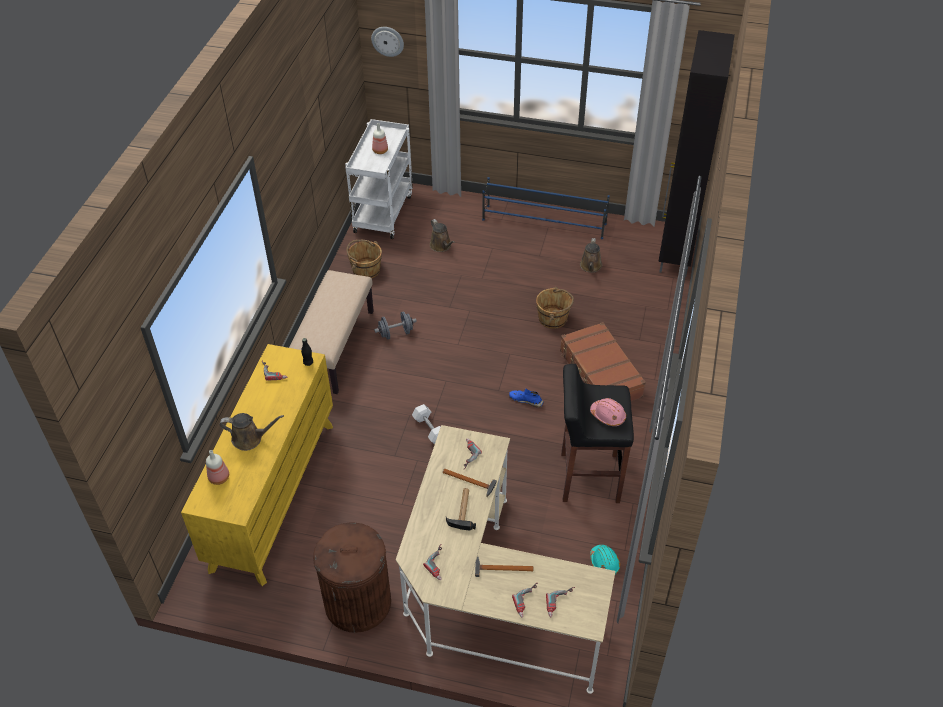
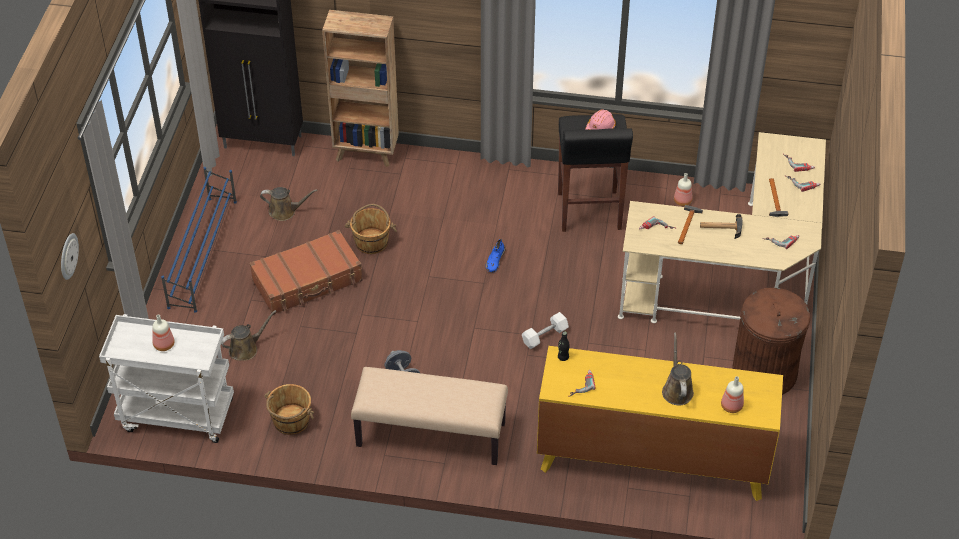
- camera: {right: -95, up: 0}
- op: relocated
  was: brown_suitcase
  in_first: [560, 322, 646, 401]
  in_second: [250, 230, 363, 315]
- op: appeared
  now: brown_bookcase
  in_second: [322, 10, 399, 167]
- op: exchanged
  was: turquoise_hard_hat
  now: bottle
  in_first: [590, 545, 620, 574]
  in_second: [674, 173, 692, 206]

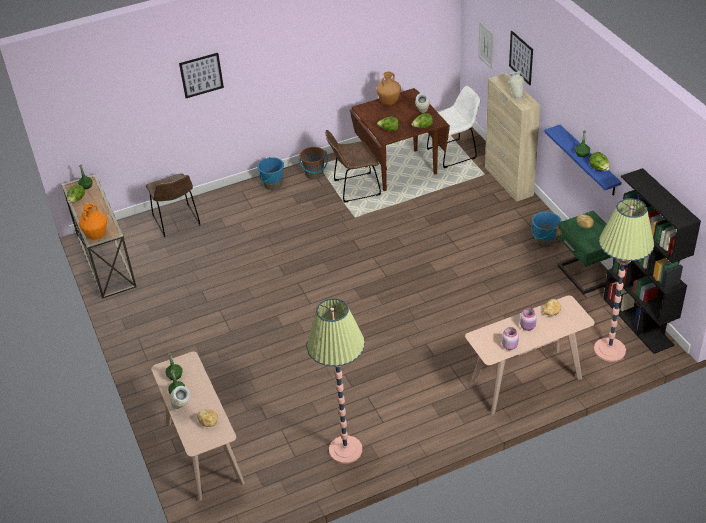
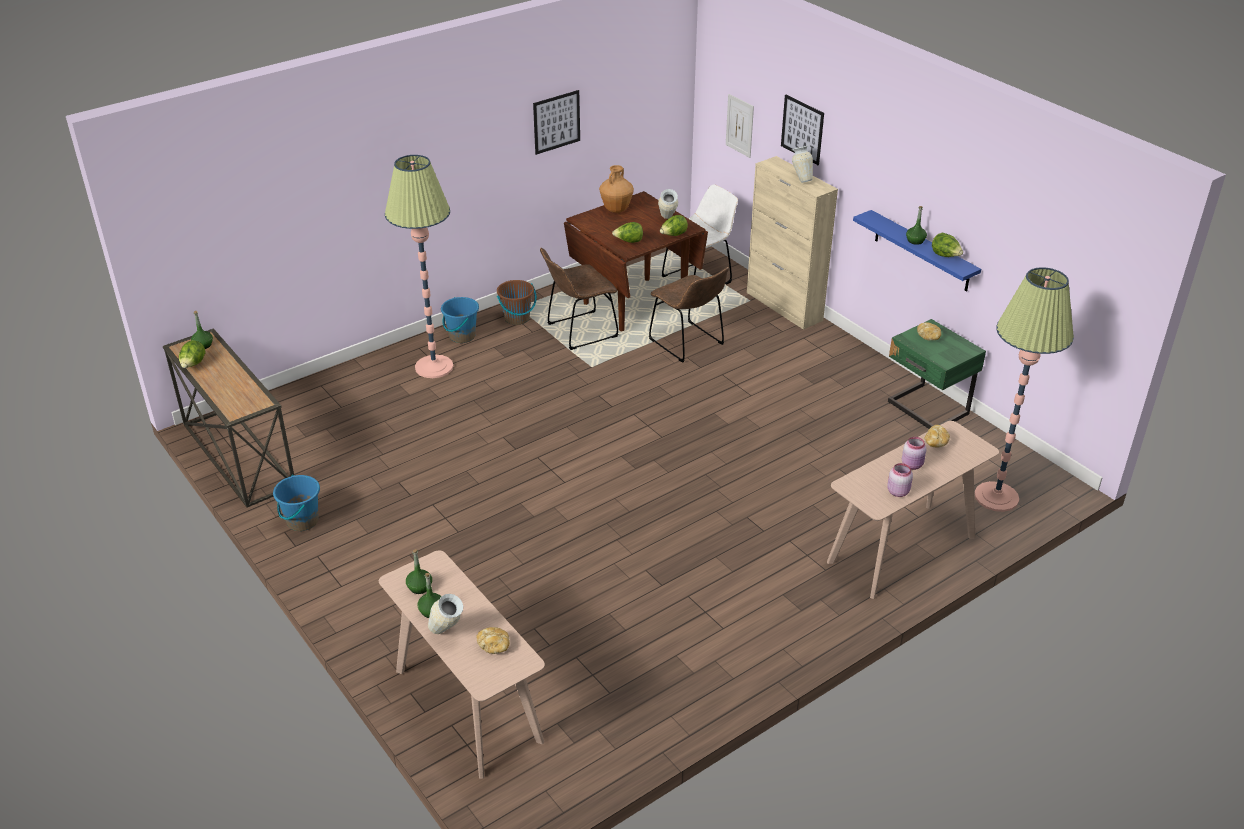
- camera: {right: -15, up: -5}
- op: relocated
  was: blue_bucket
  in_first: [531, 211, 562, 247]
  in_second: [273, 475, 320, 531]
- op: relocated
  was: floor_lamp
  in_first: [307, 298, 365, 464]
  in_second: [385, 155, 453, 378]
- op: relocated
  was: picture
  in_first: [179, 53, 224, 98]
  in_second: [533, 90, 580, 155]
- op: relocated
  was: brown_chair
  in_first: [146, 173, 201, 237]
  in_second: [649, 267, 729, 363]
- op: missing
  was: orange_vase
  in_first: [79, 204, 107, 240]
- op: missing
  was: black_bookcase
  in_first: [603, 168, 701, 354]

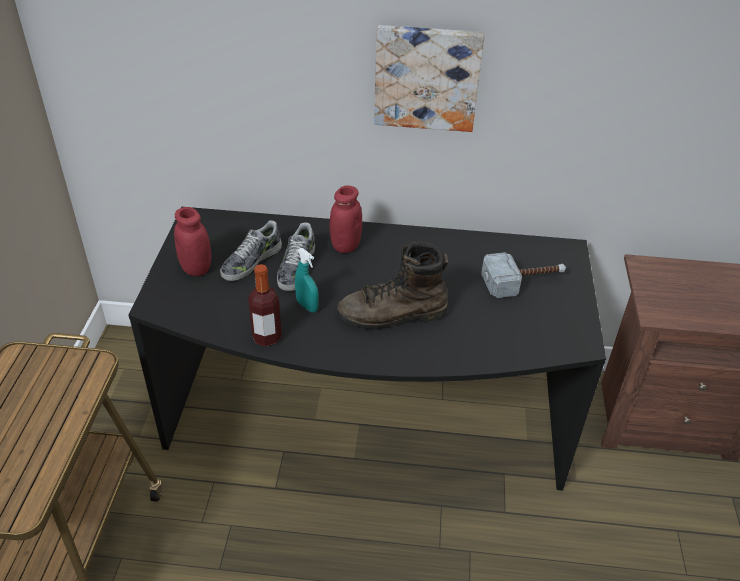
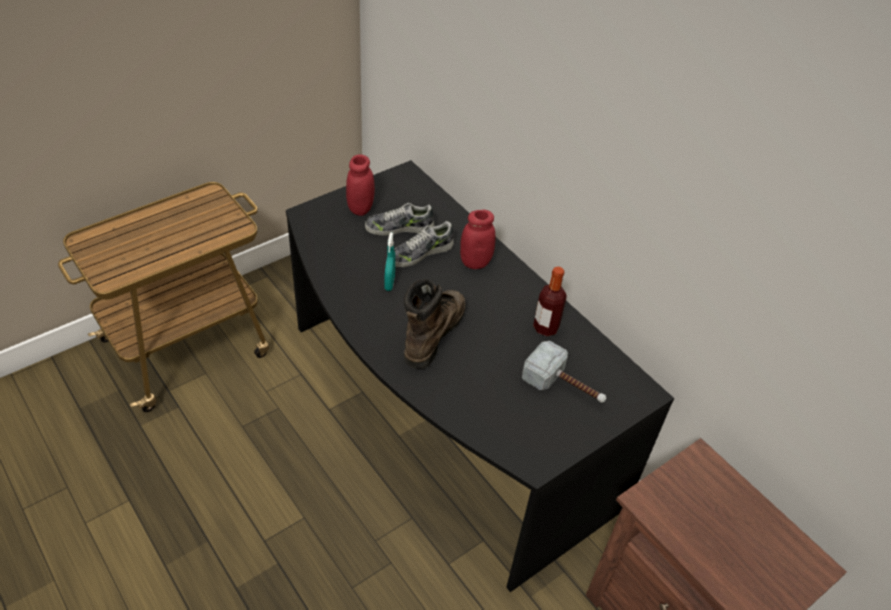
- camera: {right: 45, up: 5}
- op: spun
  was: brown_boot
  in_first: [336, 242, 448, 330]
  in_second: [404, 279, 466, 369]
  clockwise: 75
- op: relocated
  was: bottle
  in_first: [248, 264, 282, 346]
  in_second: [533, 266, 567, 336]
- op: missing
  was: picture
  in_first: [374, 25, 484, 132]

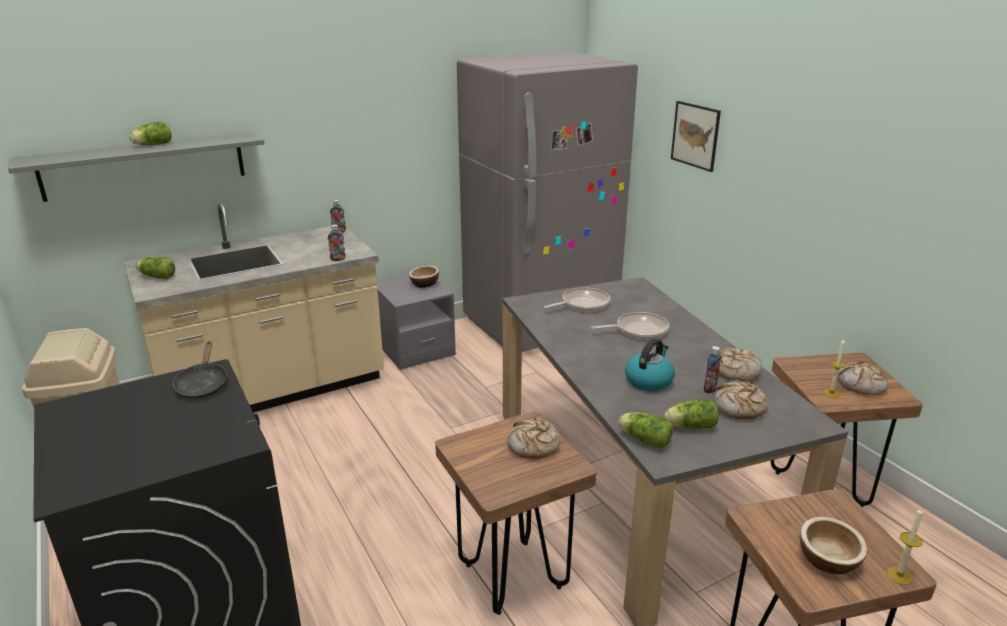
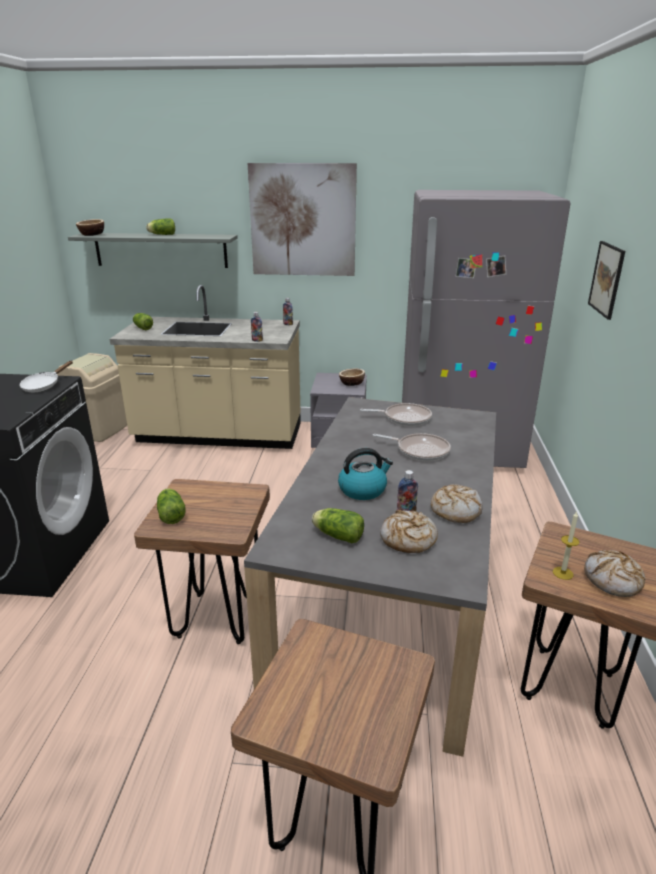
- camera: {right: 35, up: 0}
- op: colour
  was: black_frying_pan
  now: white_frying_pan
  in_first: [172, 341, 228, 399]
  in_second: [19, 361, 73, 392]
- op: relocated
  was: bowl
  in_first: [800, 517, 867, 574]
  in_second: [76, 219, 104, 236]
- op: relocated
  was: lettuce
  in_first: [619, 412, 673, 449]
  in_second: [157, 489, 186, 524]
- op: appeared
  now: picture
  in_second: [248, 163, 357, 276]
- op: missing
  was: bread
  in_first: [507, 417, 560, 459]
- op: missing
  was: candle
  in_first: [887, 507, 923, 585]

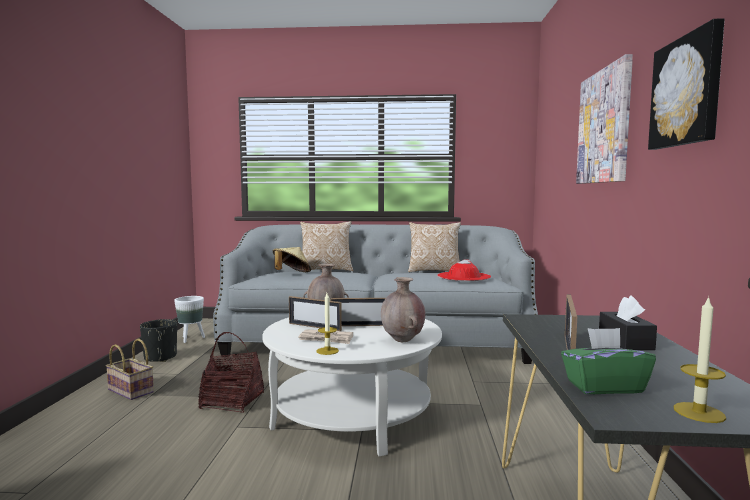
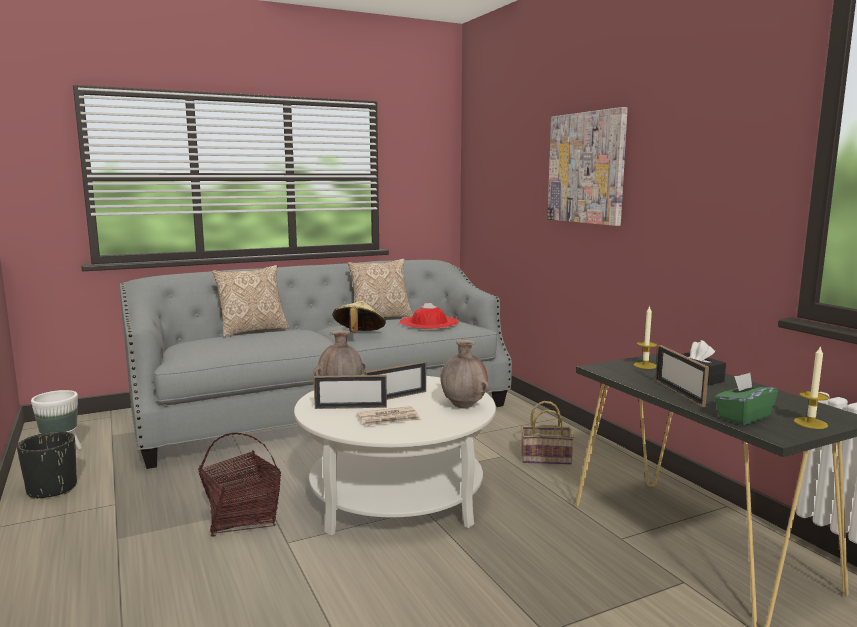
- camera: {right: -30, up: 5}
- op: relocated
  was: beige_hat
  in_first: [273, 247, 311, 272]
  in_second: [333, 300, 386, 333]
- op: relocated
  was: basket
  in_first: [106, 338, 154, 400]
  in_second: [521, 401, 574, 465]
- op: relocated
  was: candle
  in_first: [317, 293, 339, 355]
  in_second: [633, 305, 657, 369]
- op: missing
  was: picture
  in_first: [648, 18, 725, 150]

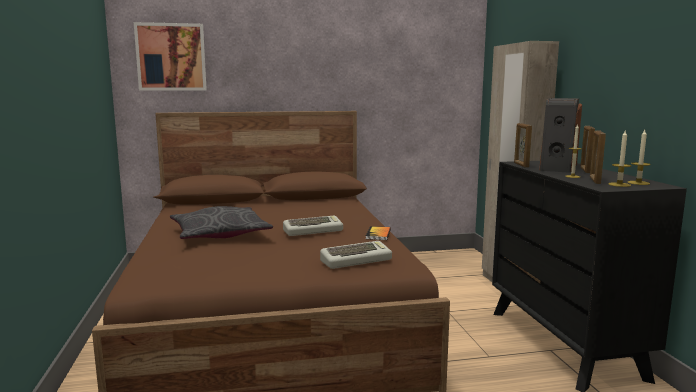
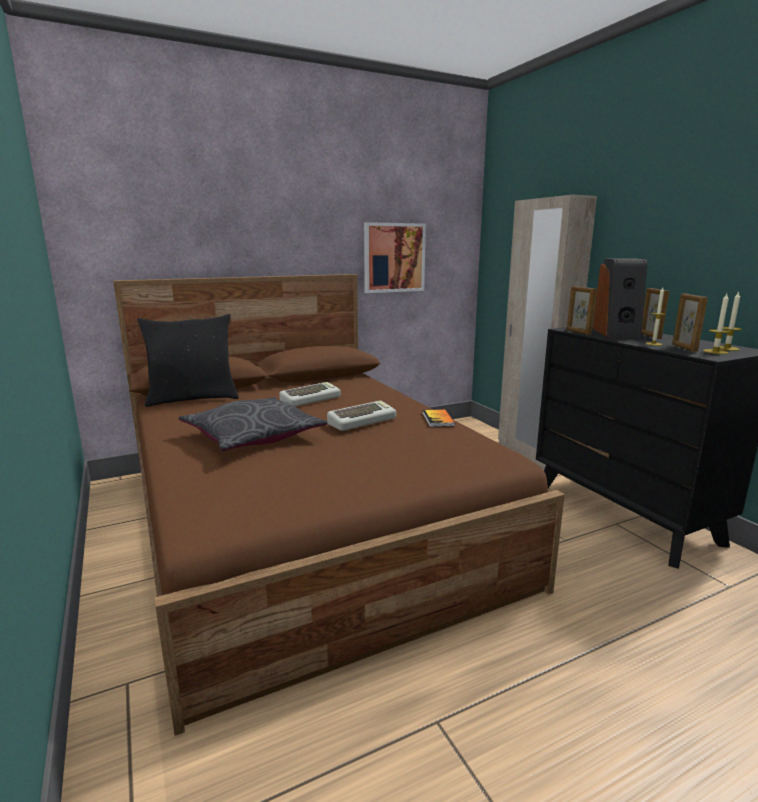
- camera: {right: -15, up: 5}
- op: appeared
  now: black_pillow
  in_second: [137, 314, 239, 407]
- op: relocated
  was: keyboard
  in_first: [320, 241, 392, 269]
  in_second: [279, 382, 341, 407]
- op: relocated
  was: picture
  in_first: [134, 22, 207, 91]
  in_second: [364, 222, 426, 293]

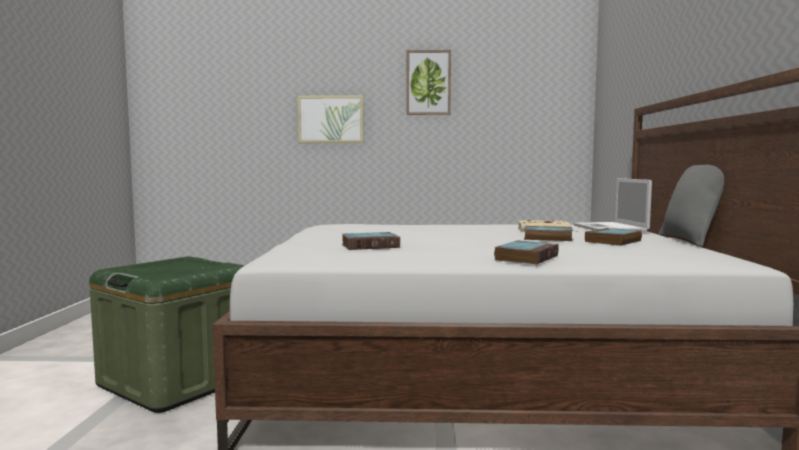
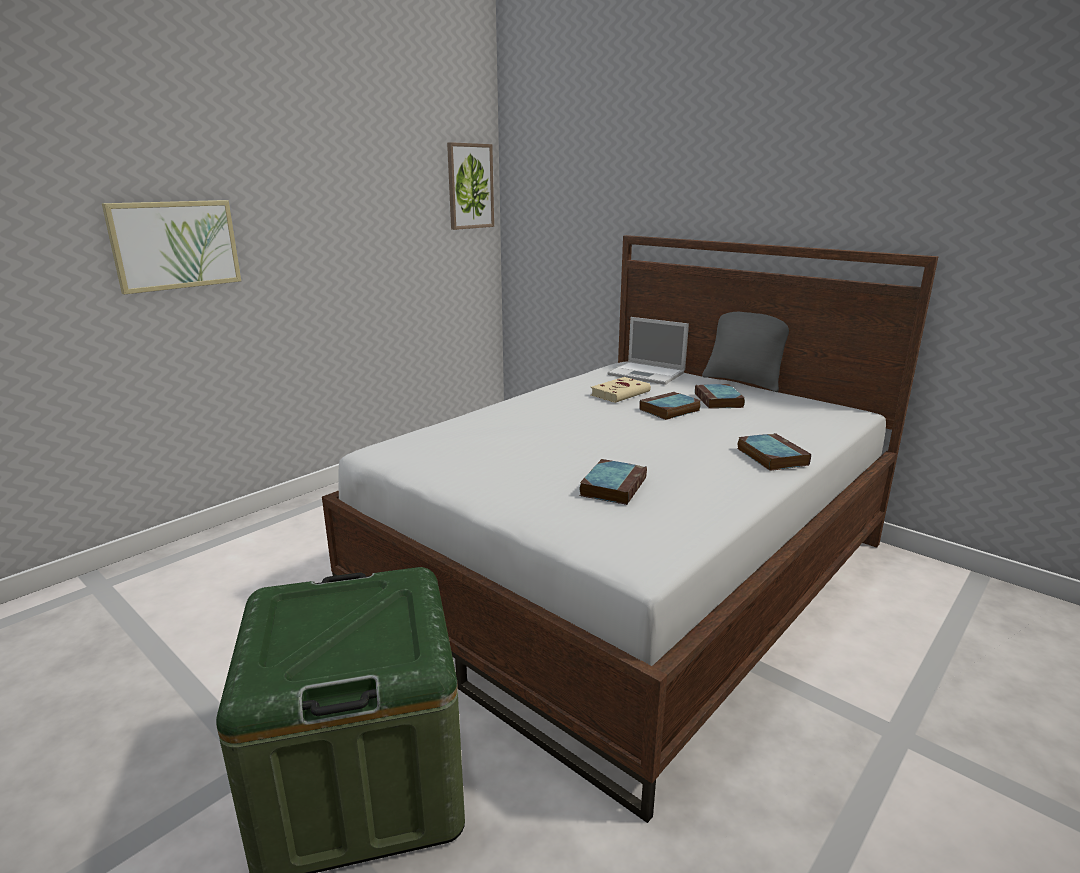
- camera: {right: -50, up: 15}
- op: relocated
  was: picture
  in_first: [407, 50, 451, 115]
  in_second: [447, 142, 494, 230]

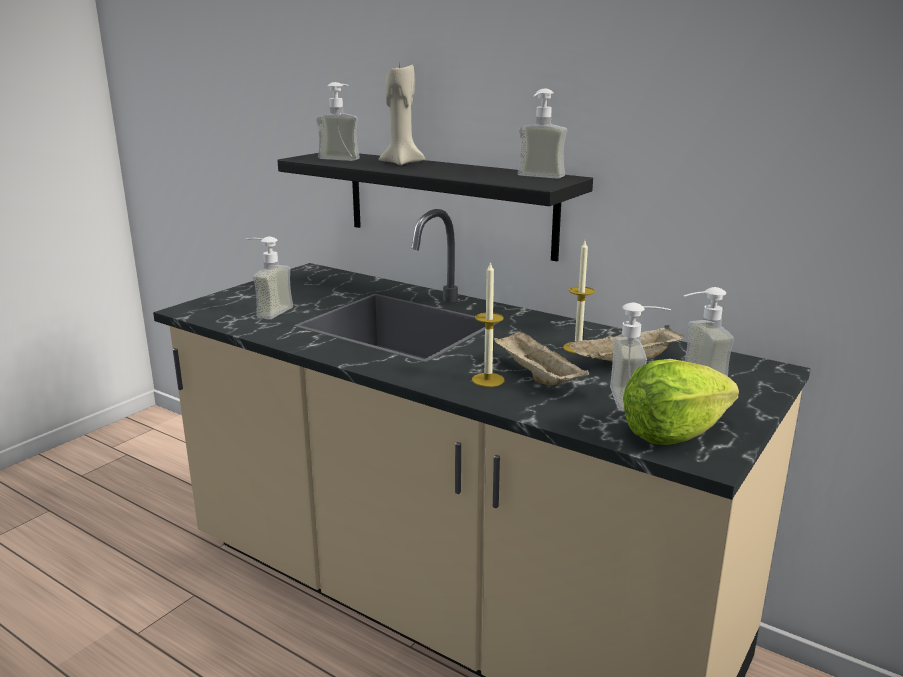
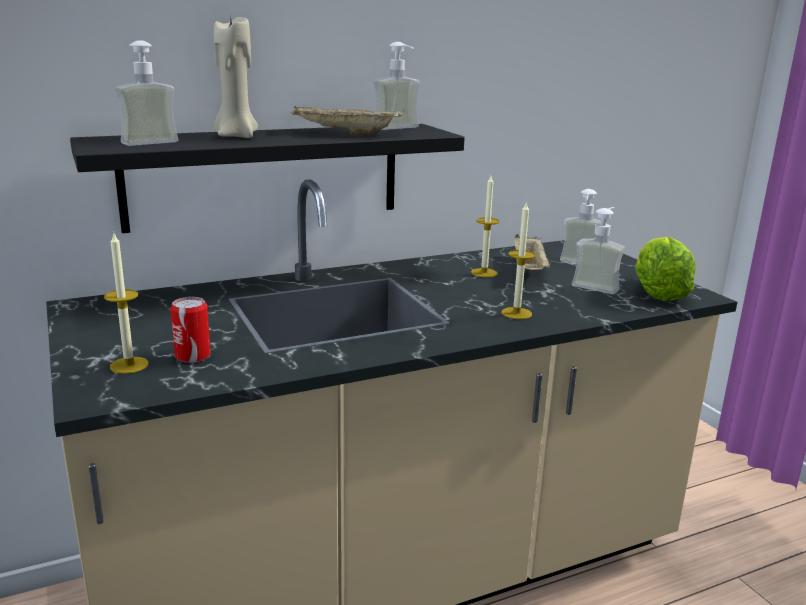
- camera: {right: -60, up: 0}
- op: appeared
  now: candle
  in_second: [104, 231, 149, 374]
- op: exchanged
  was: soap_dispenser
  now: can
  in_first: [246, 236, 293, 320]
  in_second: [171, 297, 211, 363]
- op: relocated
  was: beige_tray
  in_first: [493, 329, 589, 386]
  in_second: [291, 105, 405, 135]

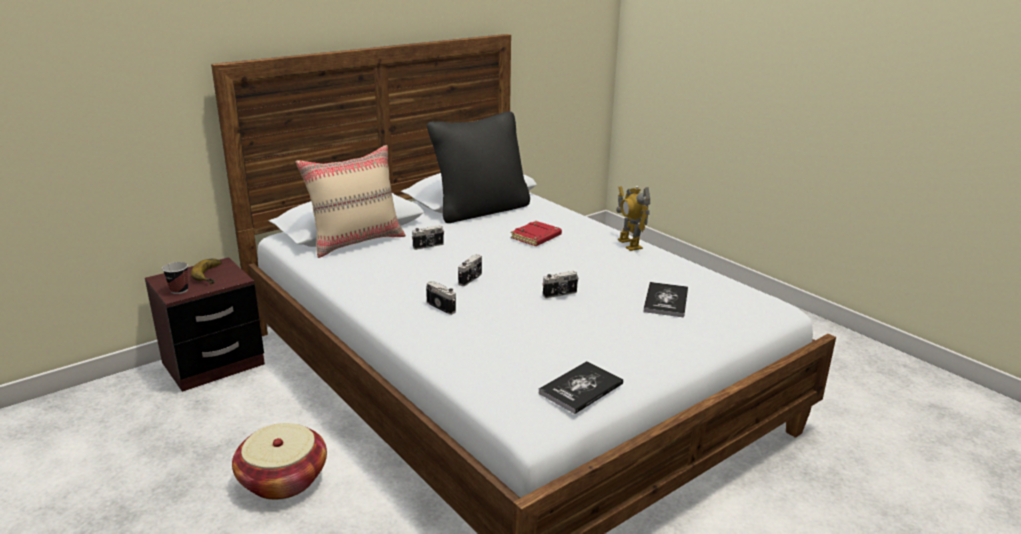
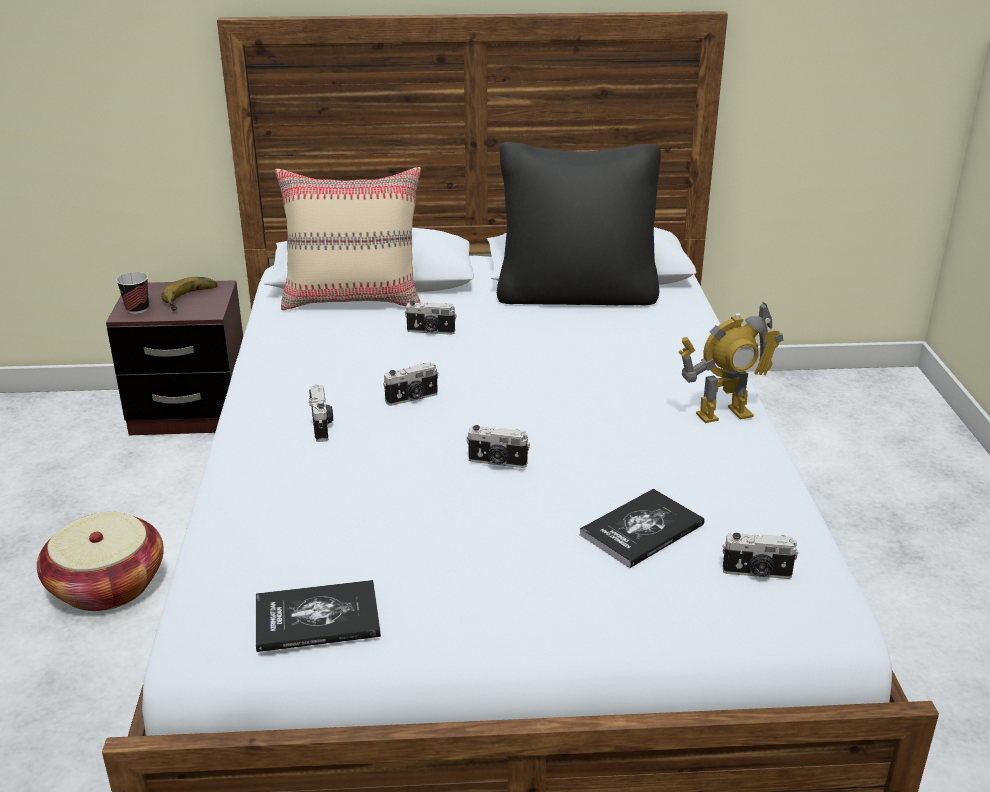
- camera: {right: 35, up: 5}
- op: spun
  was: toy_robot
  in_first: [616, 186, 650, 251]
  in_second: [679, 302, 783, 423]
  clockwise: -120
- op: appeared
  now: photo_camera
  in_second: [723, 533, 799, 579]
- op: missing
  was: red_book
  in_first: [511, 221, 562, 246]

